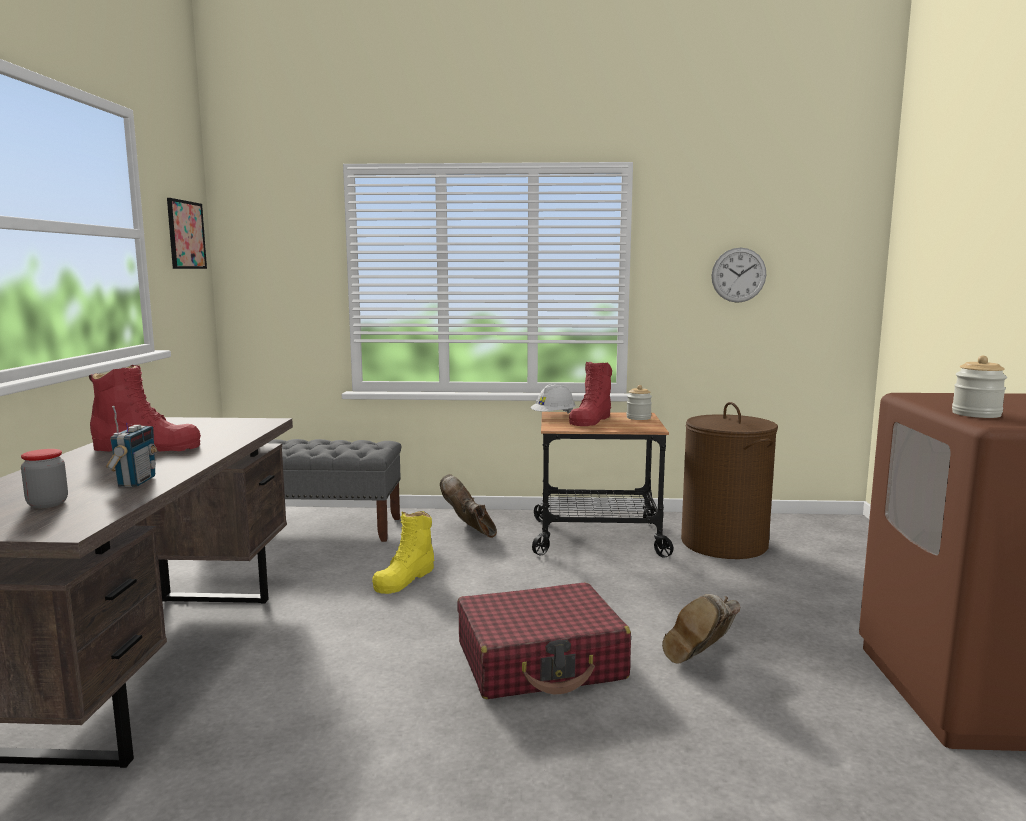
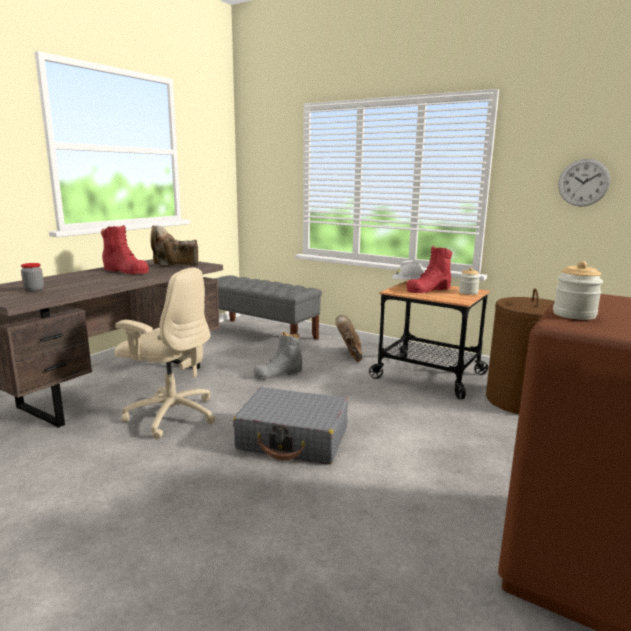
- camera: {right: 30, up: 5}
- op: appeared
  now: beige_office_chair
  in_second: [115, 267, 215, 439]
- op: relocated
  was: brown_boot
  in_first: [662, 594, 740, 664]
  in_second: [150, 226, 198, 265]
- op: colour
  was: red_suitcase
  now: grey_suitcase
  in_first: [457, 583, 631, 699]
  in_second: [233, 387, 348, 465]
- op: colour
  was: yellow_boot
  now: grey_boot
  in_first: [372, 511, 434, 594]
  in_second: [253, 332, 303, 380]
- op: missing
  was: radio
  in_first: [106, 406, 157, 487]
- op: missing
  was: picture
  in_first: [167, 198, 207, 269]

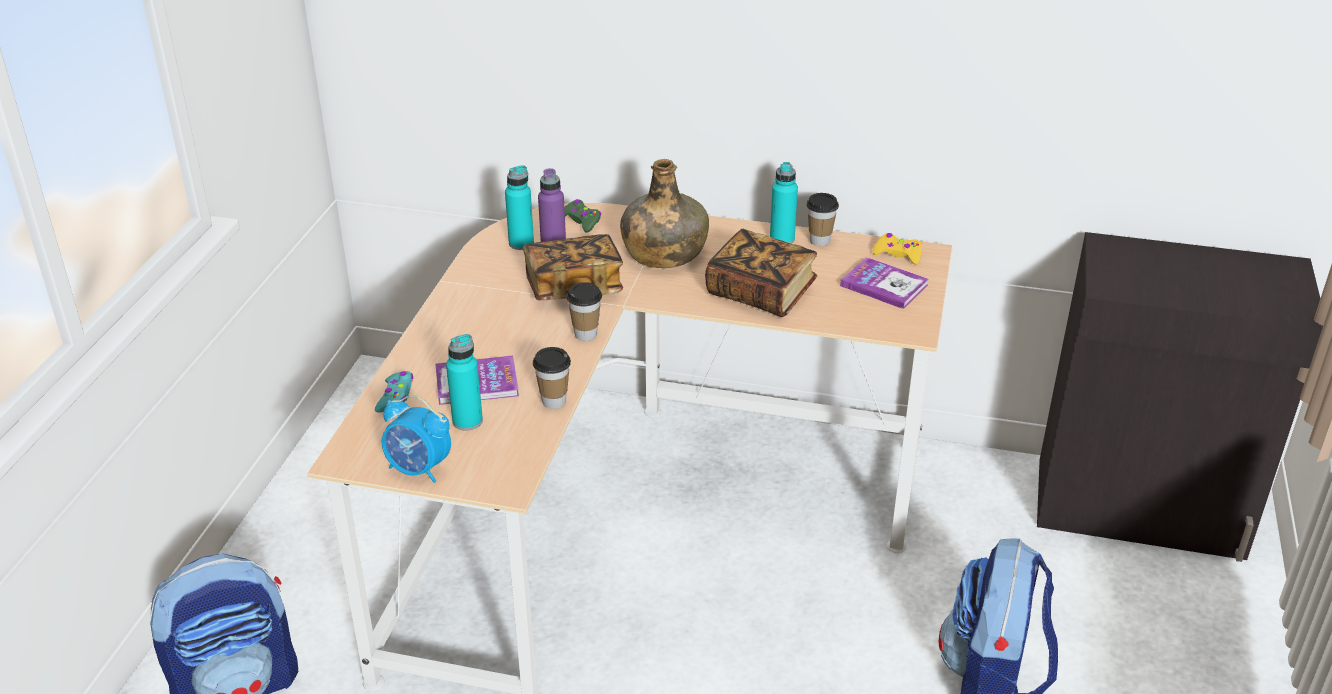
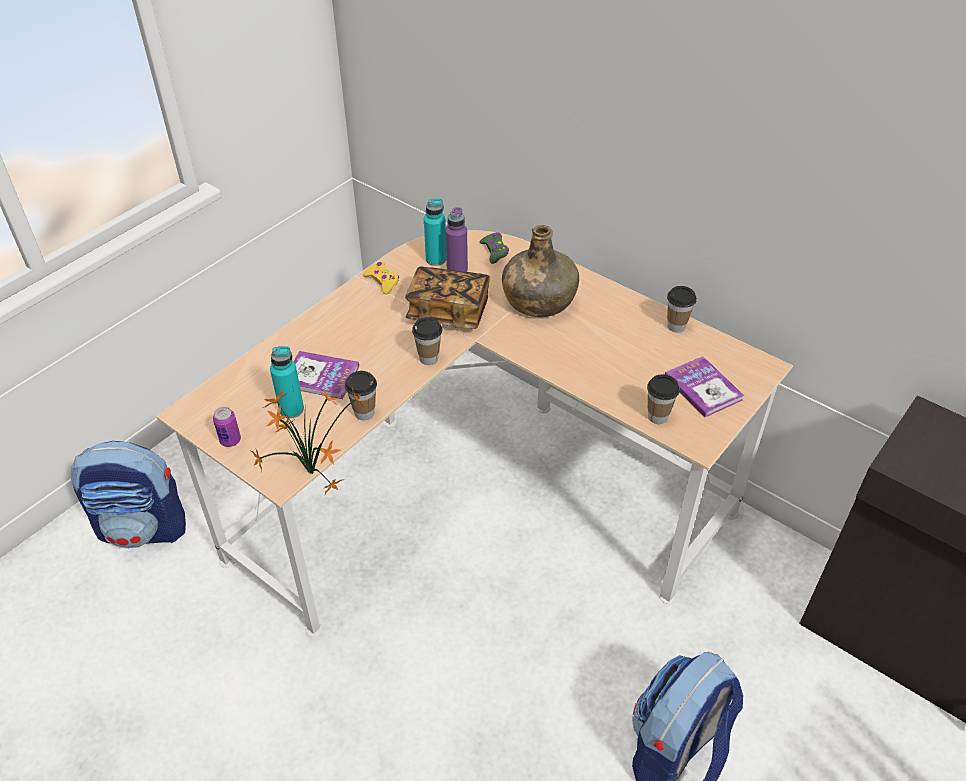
- camera: {right: 25, up: 10}
- op: exchanged
  was: alarm_clock
  now: can
  in_first: [381, 395, 451, 483]
  in_second: [213, 407, 241, 447]
- op: appeared
  now: potted_plant
  in_second: [251, 386, 365, 495]
- op: relocated
  was: yellow_game_controller
  in_first: [872, 233, 922, 265]
  in_second: [363, 262, 399, 294]
- op: appeared
  now: cup
  in_second: [647, 374, 680, 424]
- op: missing
  was: turquoise_game_controller
  in_first: [375, 371, 413, 412]
- op: missing
  was: book
  in_first: [705, 229, 817, 317]
- op: missing
  was: turquoise_bottle
  in_first: [770, 162, 798, 244]

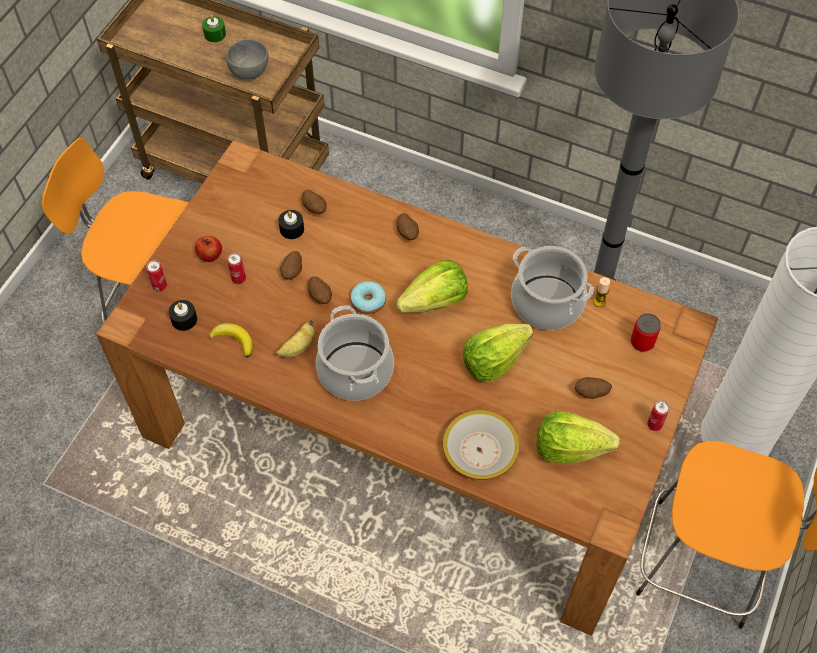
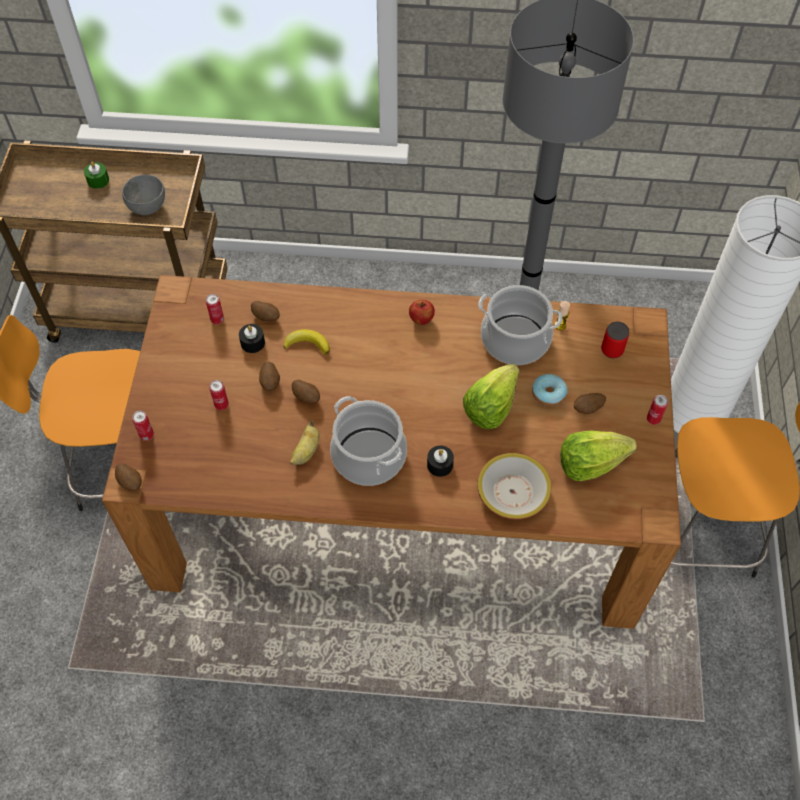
- camera: {right: -20, up: 0}
- op: relocated
  was: potato
  in_first: [396, 213, 419, 240]
  in_second: [115, 463, 142, 491]
- op: appeared
  now: can
  in_second: [206, 294, 224, 324]
- op: relocated
  was: banana
  in_first: [209, 323, 253, 358]
  in_second: [284, 329, 330, 354]
- op: relocated
  was: apple
  in_first: [195, 236, 222, 262]
  in_second: [409, 300, 435, 325]
- op: relocated
  was: black_candle
  in_first: [169, 300, 197, 331]
  in_second: [427, 445, 454, 477]
- op: relocated
  was: donut
  in_first: [350, 281, 386, 314]
  in_second: [532, 374, 568, 406]
- op: missing
  was: lettuce
  in_first: [396, 260, 468, 313]

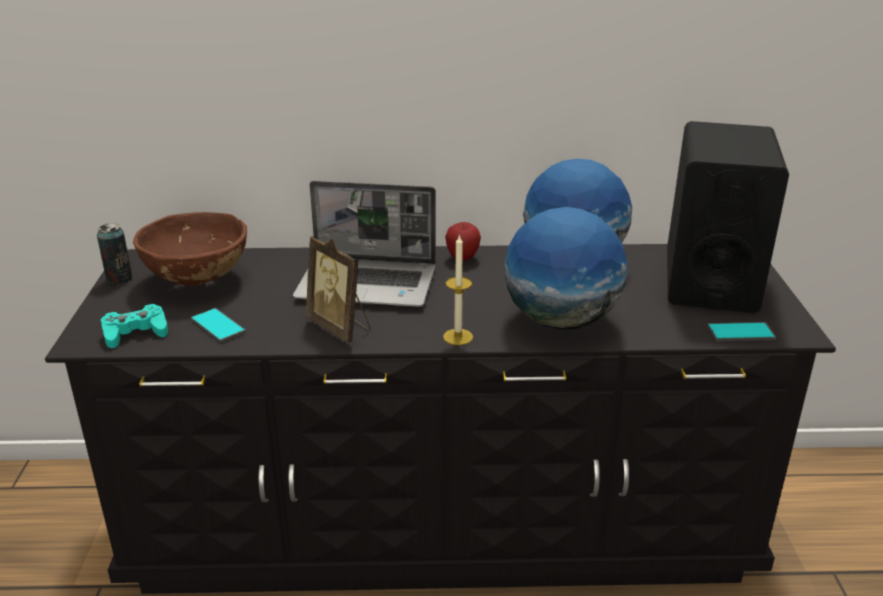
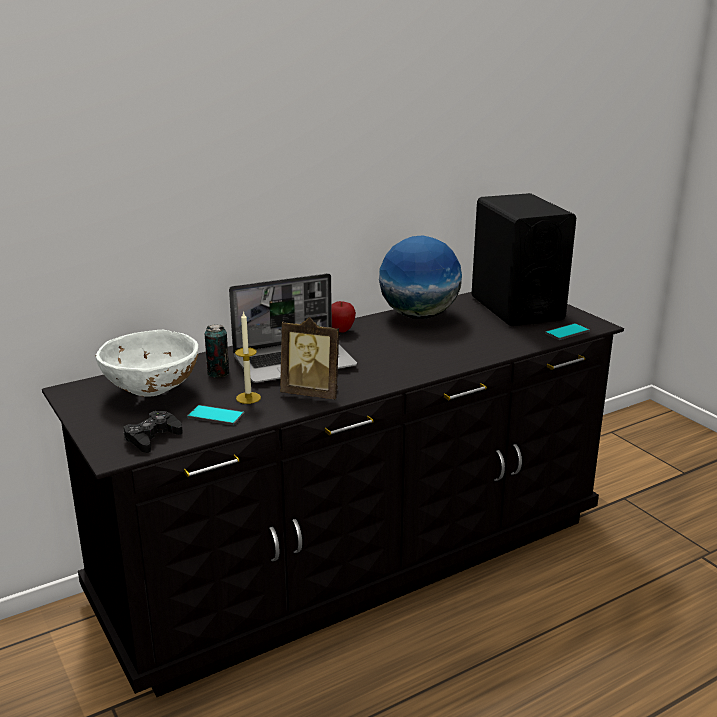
- camera: {right: -30, up: -5}
- op: colour
  was: brown_bowl
  now: white_bowl
  in_first: [133, 212, 247, 286]
  in_second: [96, 330, 198, 397]
- op: colour
  was: turquoise_game_controller
  now: black_game_controller
  in_first: [101, 304, 168, 348]
  in_second: [123, 411, 183, 453]
- op: relocated
  was: can
  in_first: [97, 223, 132, 284]
  in_second: [205, 325, 229, 378]
- op: relocated
  was: candle
  in_first: [443, 235, 473, 345]
  in_second: [235, 311, 261, 404]
- op: missing
  was: globe
  in_first: [504, 207, 628, 329]

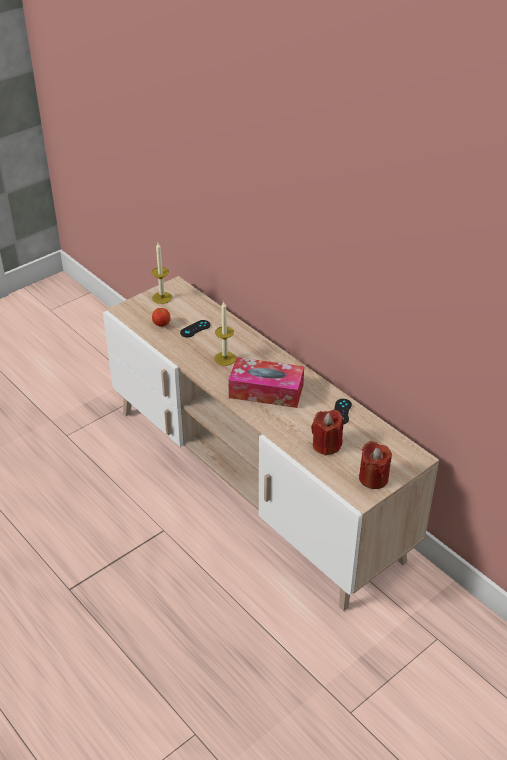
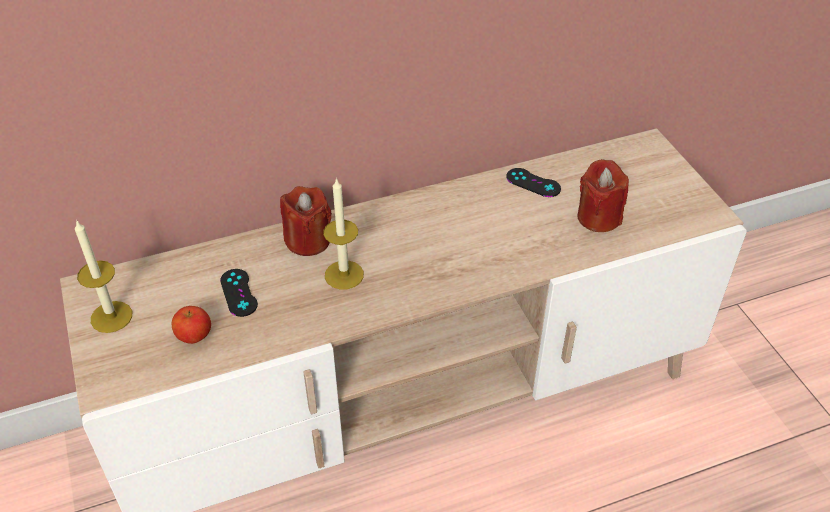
- camera: {right: -70, up: 5}
- op: relocated
  was: red_candle
  in_first: [359, 441, 392, 489]
  in_second: [280, 186, 332, 256]
- op: missing
  was: tissue_box
  in_first: [228, 357, 304, 408]

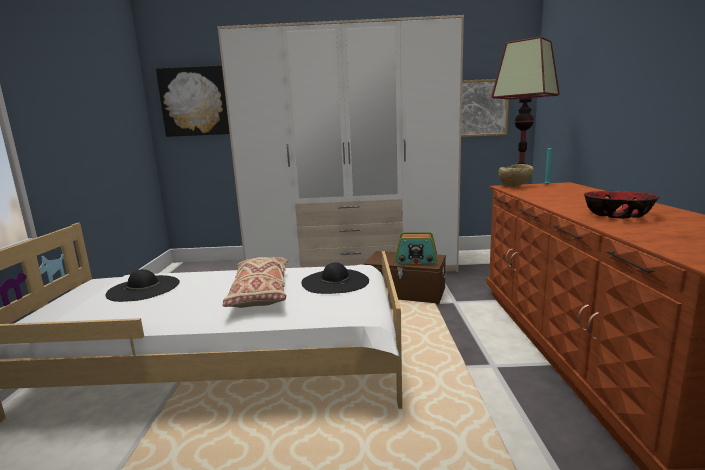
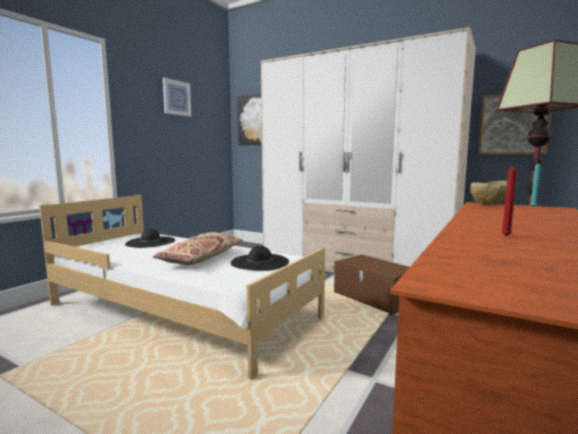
- camera: {right: 30, up: -5}
- op: appeared
  now: picture
  in_second: [163, 77, 191, 117]
- op: exchanged
  was: bowl
  now: red_candle
  in_first: [583, 191, 660, 219]
  in_second: [501, 162, 517, 236]
- op: missing
  was: radio
  in_first: [394, 232, 438, 264]

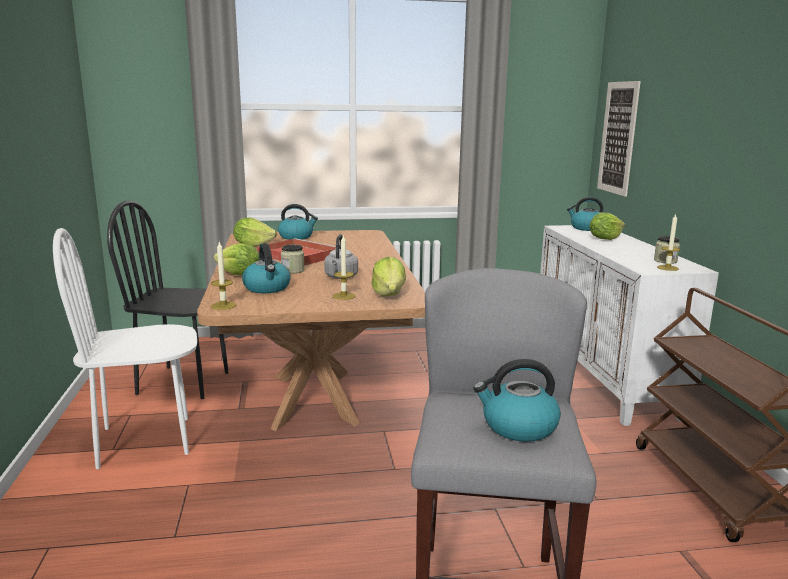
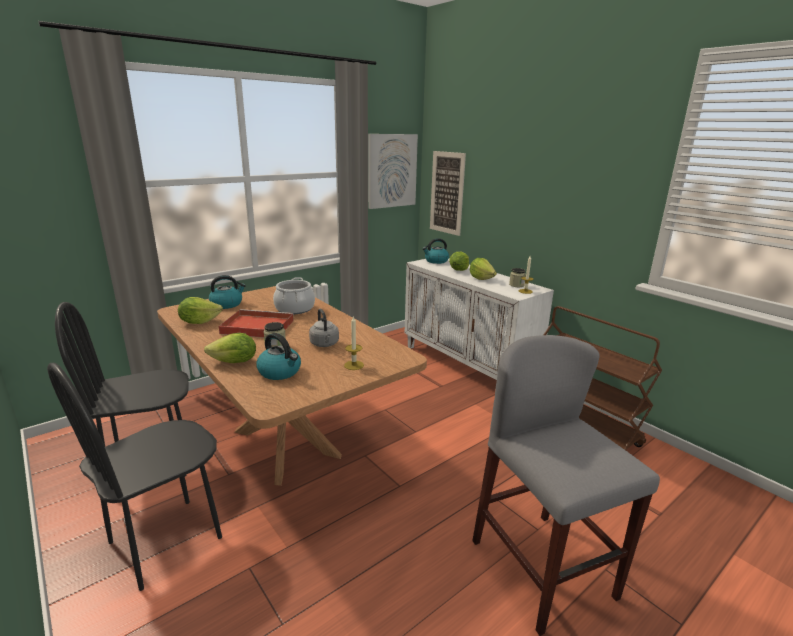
- camera: {right: -30, up: 5}
- op: colour
  was: white_chair
  now: black_chair
  in_first: [53, 228, 197, 469]
  in_second: [47, 363, 222, 591]
- op: appeared
  now: cooking_pot
  in_second: [273, 277, 315, 314]
- op: appeared
  now: picture
  in_second: [368, 134, 418, 209]
- op: relocated
  was: lettuce
  in_first: [372, 257, 406, 296]
  in_second: [470, 258, 497, 280]
- op: missing
  was: candle
  in_first: [211, 241, 236, 310]
- op: missing
  was: kettle
  in_first: [473, 359, 561, 442]

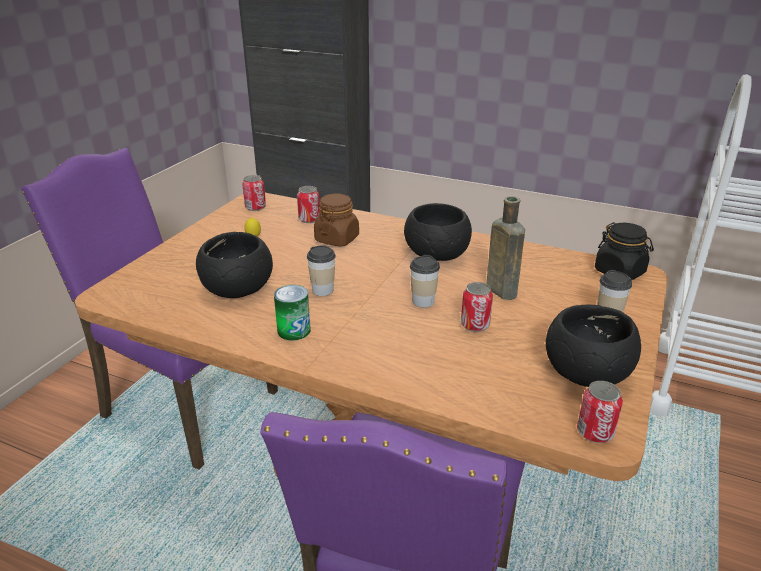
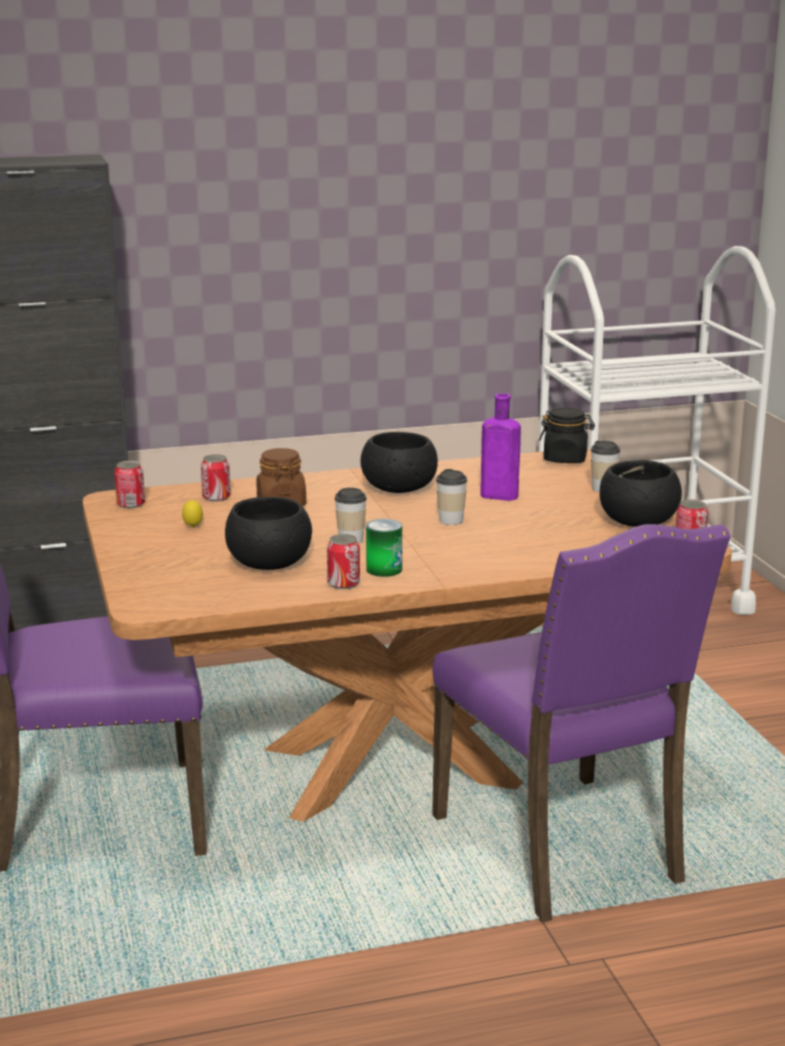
- camera: {right: -40, up: -10}
- op: relocated
  was: can
  in_first: [461, 282, 493, 332]
  in_second: [327, 534, 360, 590]
- op: colour
  was: brown_bottle
  now: purple_bottle
  in_first: [486, 196, 525, 300]
  in_second: [480, 393, 521, 501]

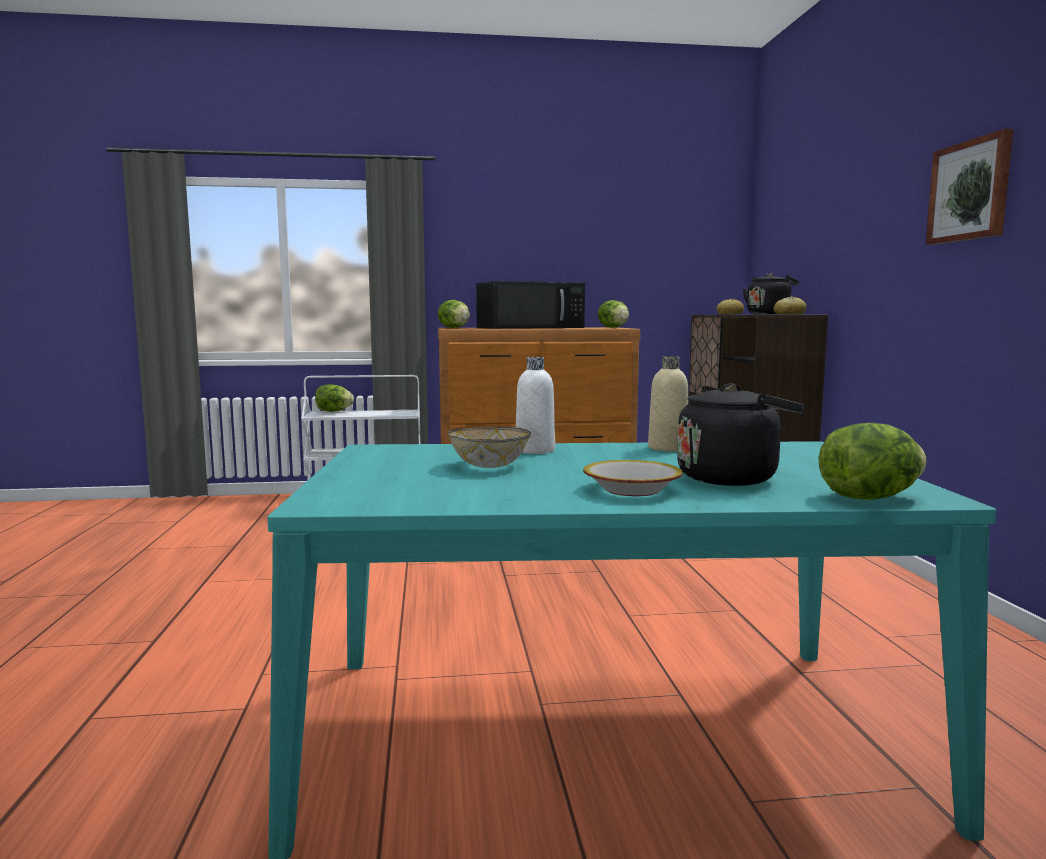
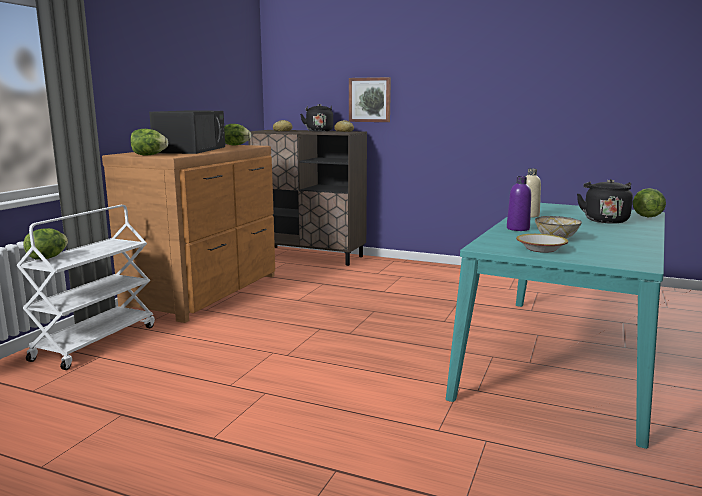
- camera: {right: -60, up: 5}
- op: relocated
  was: picture
  in_first: [925, 129, 1014, 245]
  in_second: [349, 77, 391, 122]
- op: colour
  was: white_bottle
  now: purple_bottle
  in_first: [516, 357, 555, 454]
  in_second: [507, 176, 531, 231]
- op: relocated
  was: bowl
  in_first: [583, 460, 683, 496]
  in_second: [516, 234, 568, 253]

